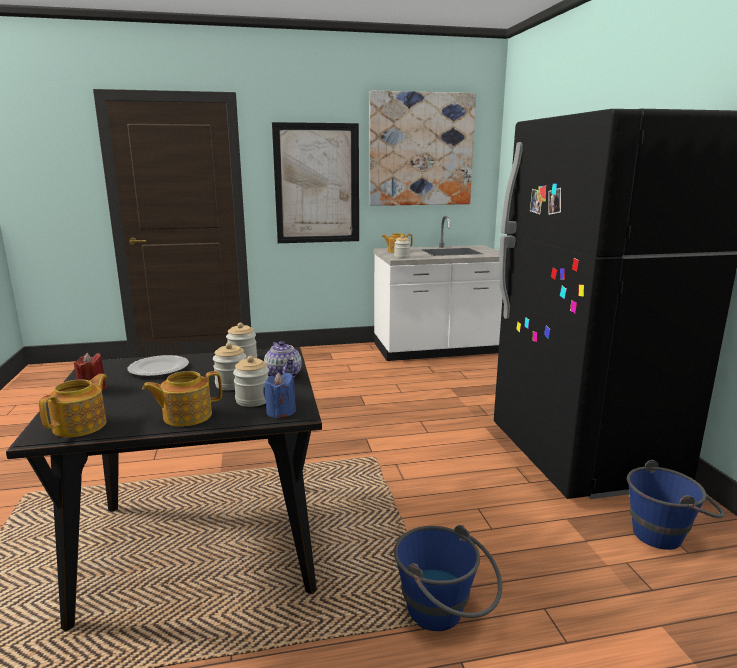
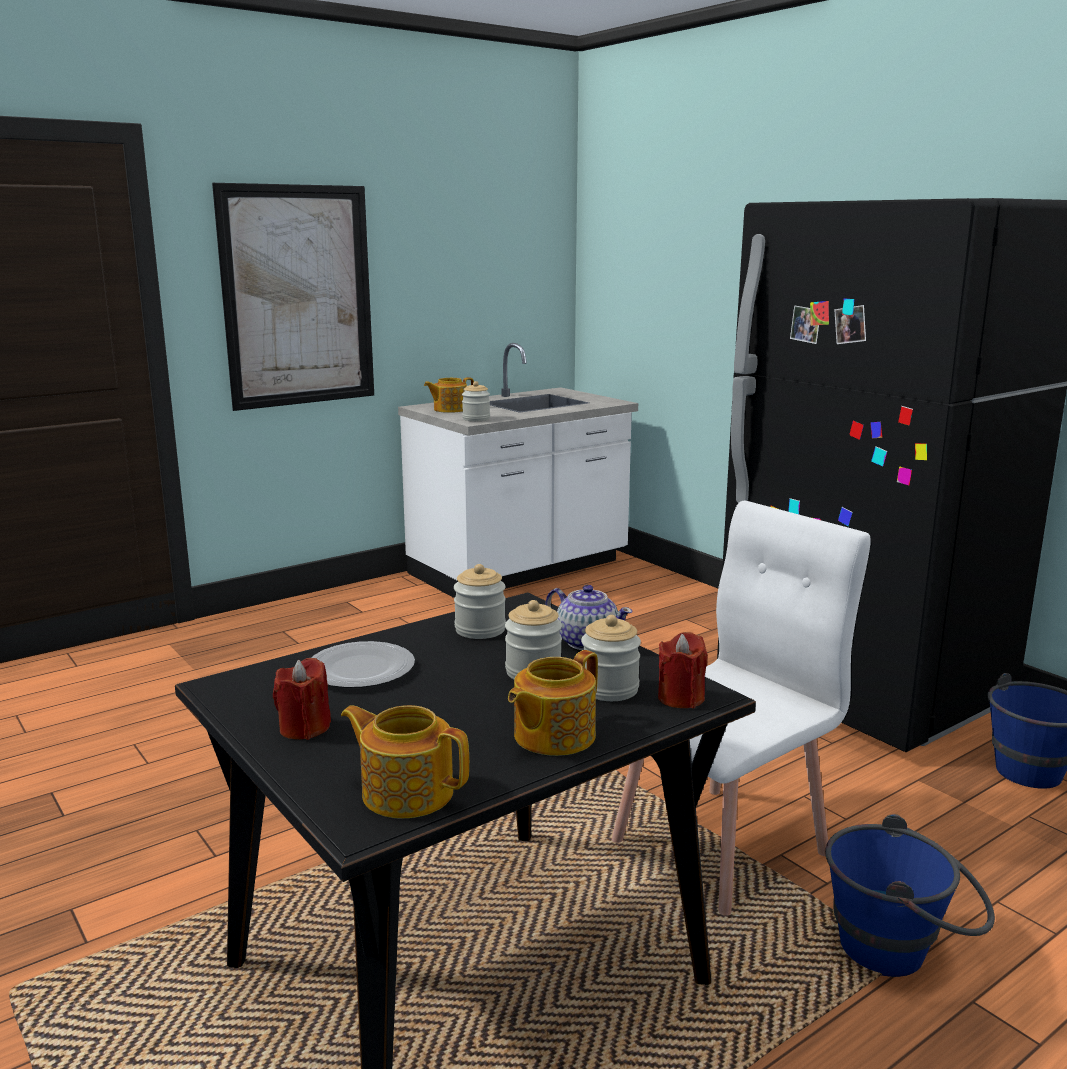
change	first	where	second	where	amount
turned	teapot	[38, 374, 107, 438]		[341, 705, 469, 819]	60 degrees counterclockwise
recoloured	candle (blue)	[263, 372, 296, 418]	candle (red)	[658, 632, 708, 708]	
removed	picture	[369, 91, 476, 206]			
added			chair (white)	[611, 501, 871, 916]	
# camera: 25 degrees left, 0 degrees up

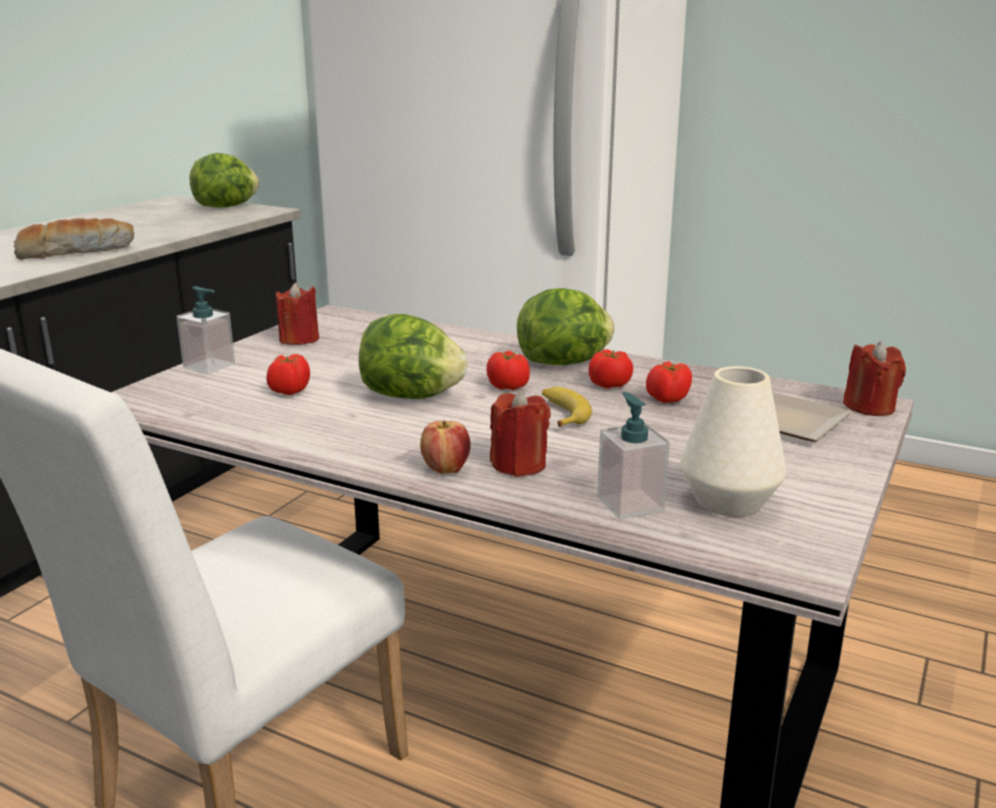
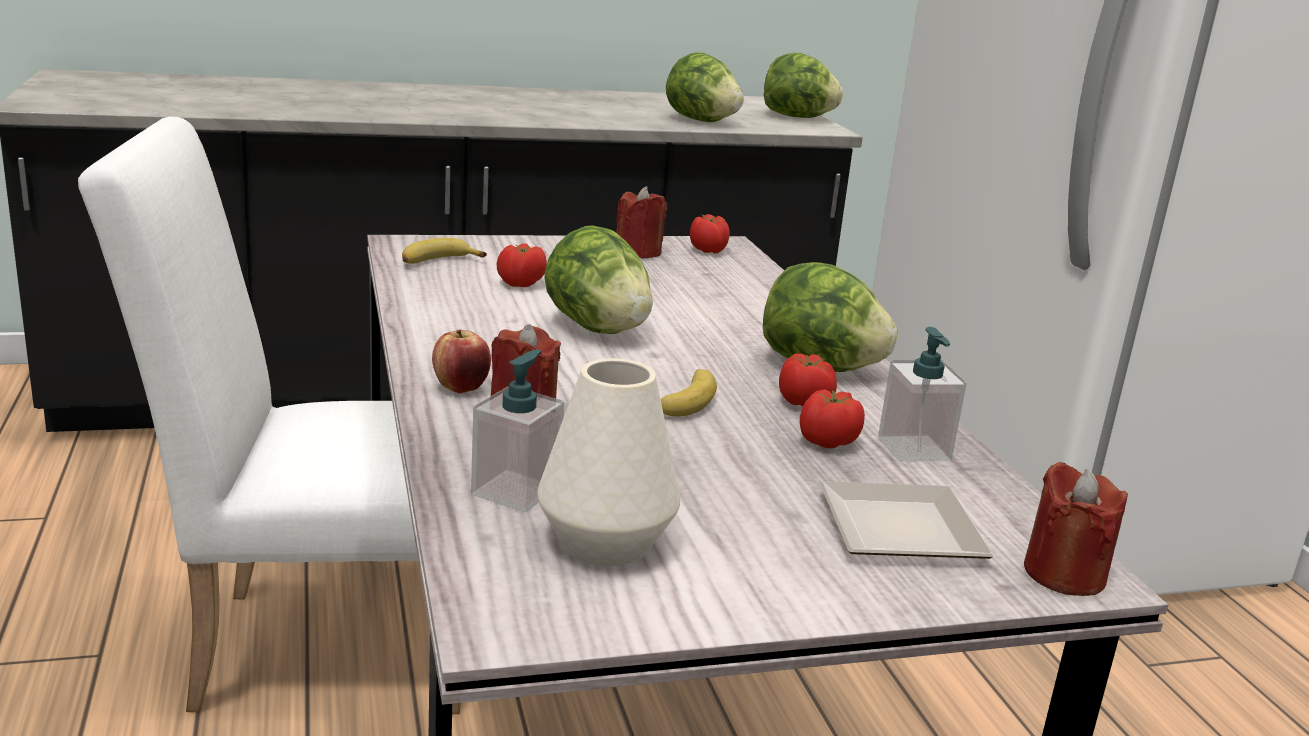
change	first	where	second	where	amount
removed	bread	[14, 218, 134, 260]			
moved	soap dispenser	[176, 286, 235, 374]		[878, 327, 967, 461]	
moved	tomato	[486, 351, 530, 390]		[690, 214, 730, 253]	
added			banana	[402, 238, 487, 264]	
added			lettuce	[666, 52, 744, 122]	
# camera: 45 degrees right, 0 degrees up

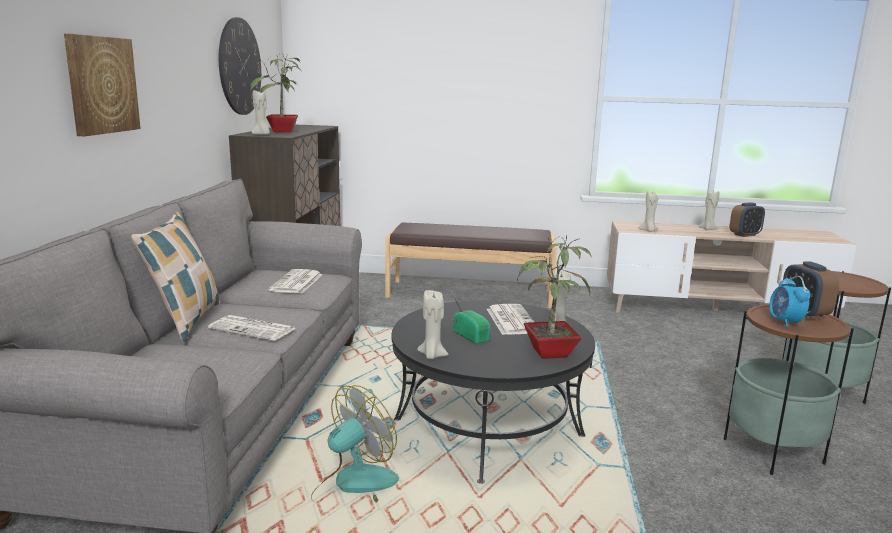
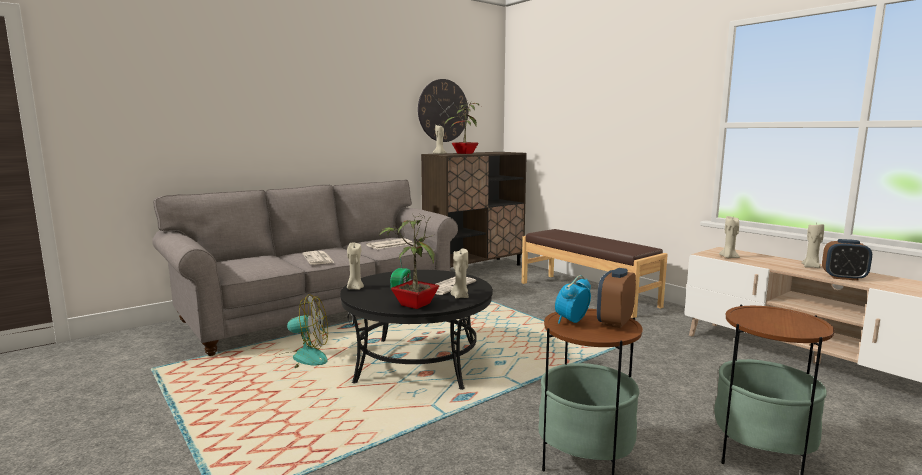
change	first	where	second	where	amount
removed	picture	[64, 34, 141, 136]			
removed	pillow	[131, 212, 220, 341]			
# camera: 45 degrees right, 5 degrees down

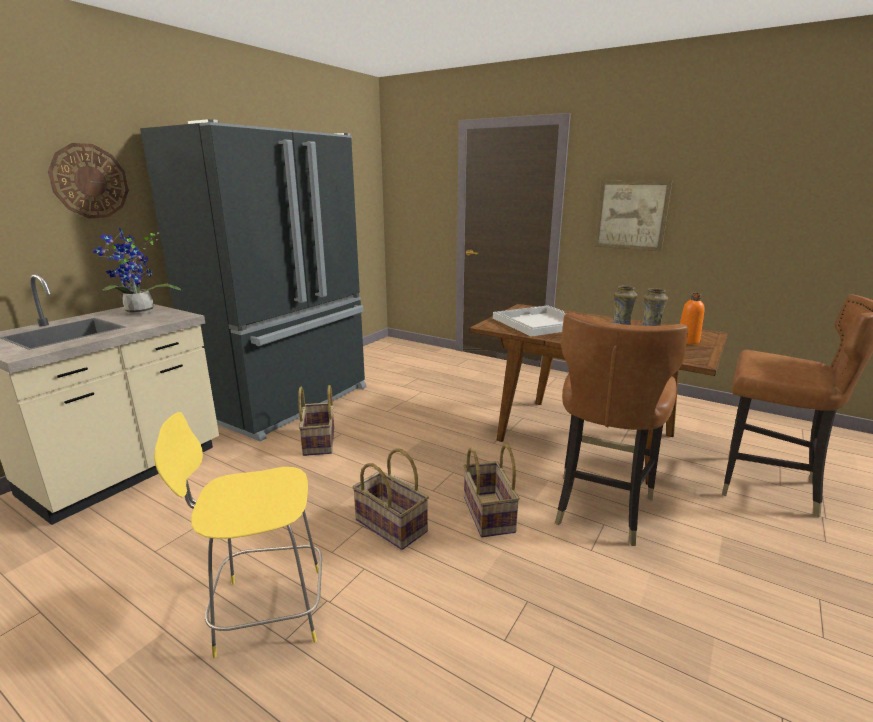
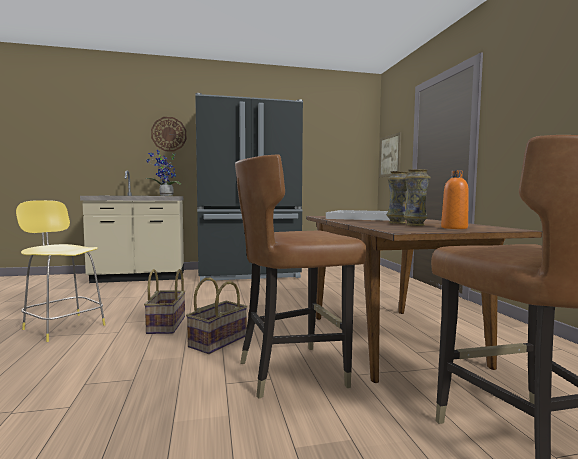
change	first	where	second	where	amount
removed	basket	[298, 385, 334, 456]			
moved	picture	[594, 180, 672, 252]		[379, 132, 401, 177]	
# camera: 45 degrees right, 15 degrees down

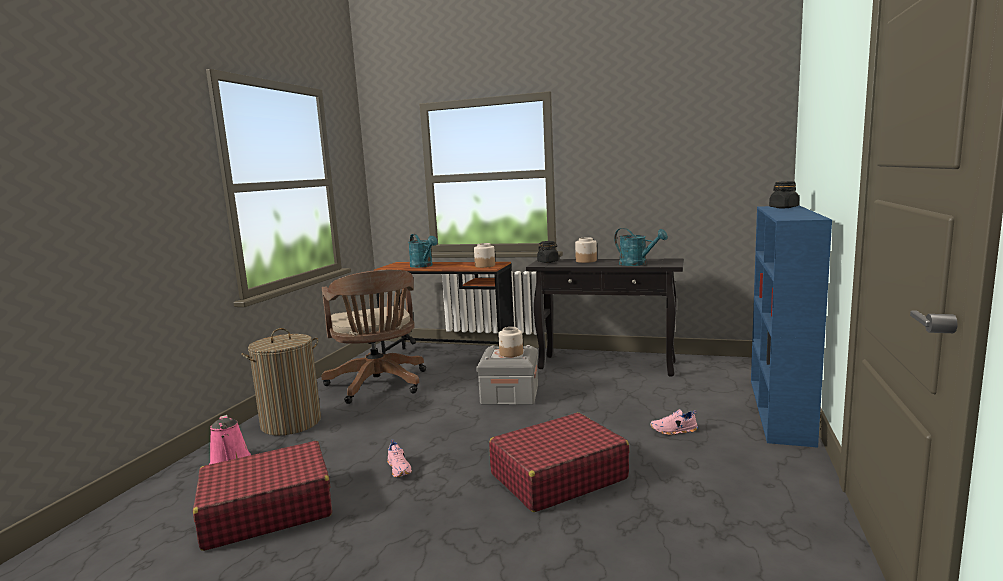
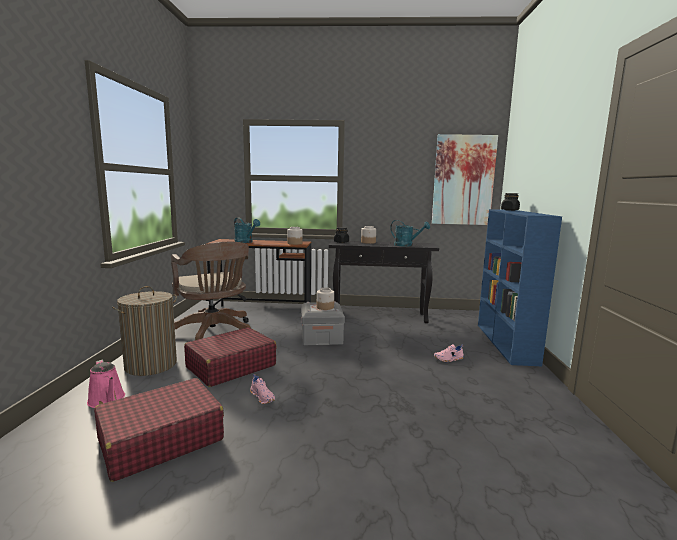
change	first	where	second	where	amount
moved	suitcase (red)	[489, 413, 630, 512]		[184, 327, 277, 387]	
added			picture	[432, 134, 498, 225]	
# camera: 15 degrees left, 0 degrees up

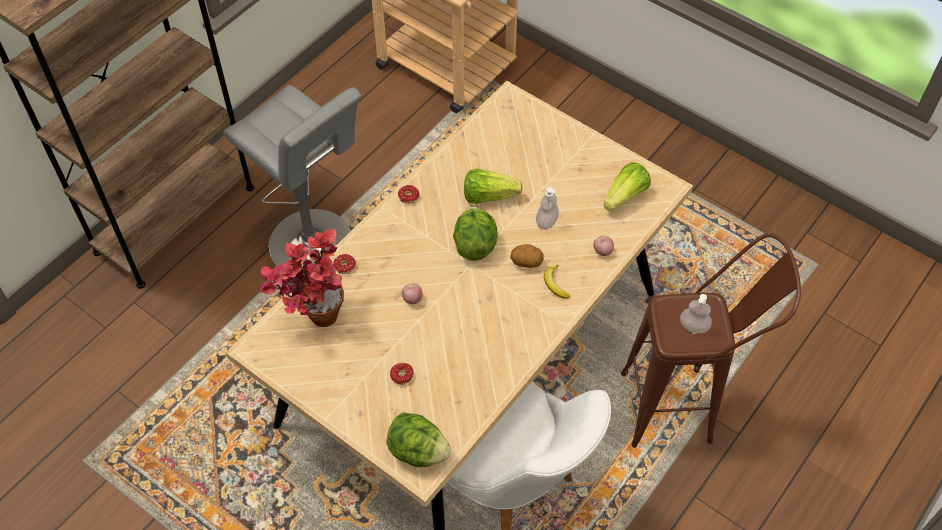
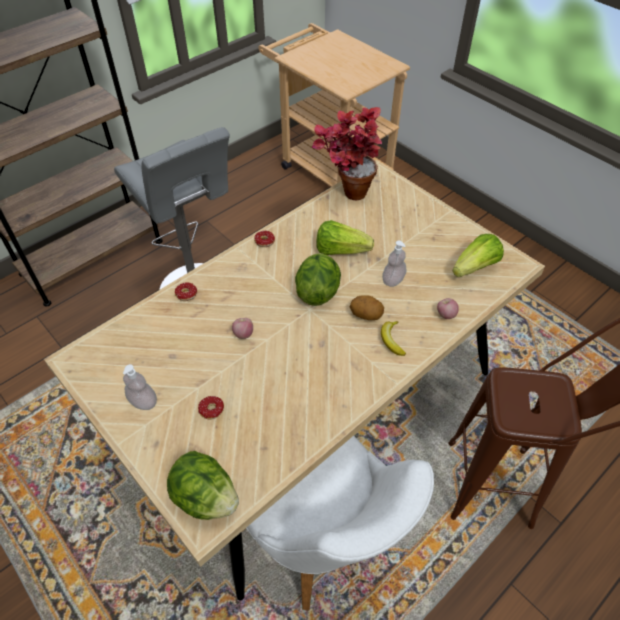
change	first	where	second	where	amount
moved	potted plant	[260, 229, 344, 327]		[311, 107, 382, 200]	
moved	soap dispenser	[680, 294, 712, 333]		[123, 364, 157, 410]	
# camera: 10 degrees right, 5 degrees down

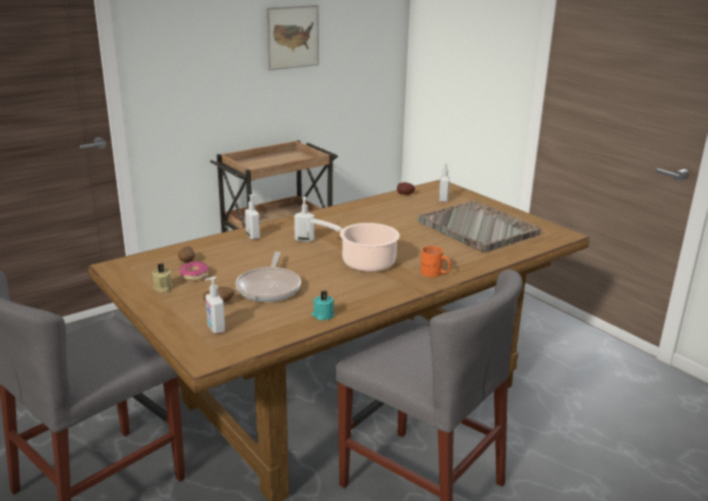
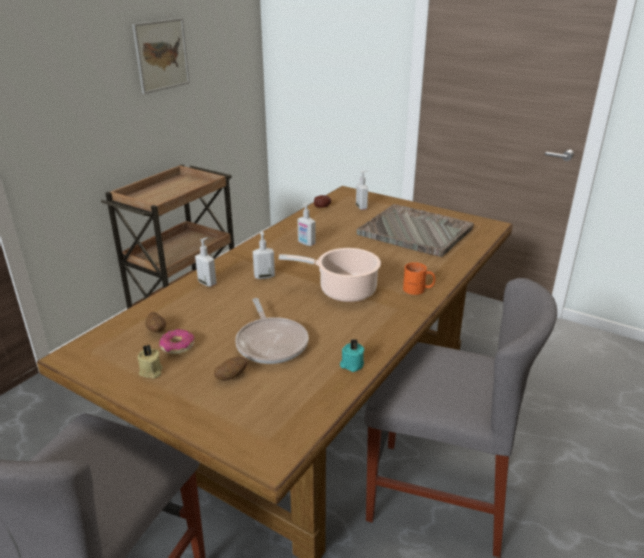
change	first	where	second	where	amount
moved	soap dispenser	[205, 276, 225, 334]		[298, 203, 316, 246]	
# camera: 20 degrees left, 5 degrees up

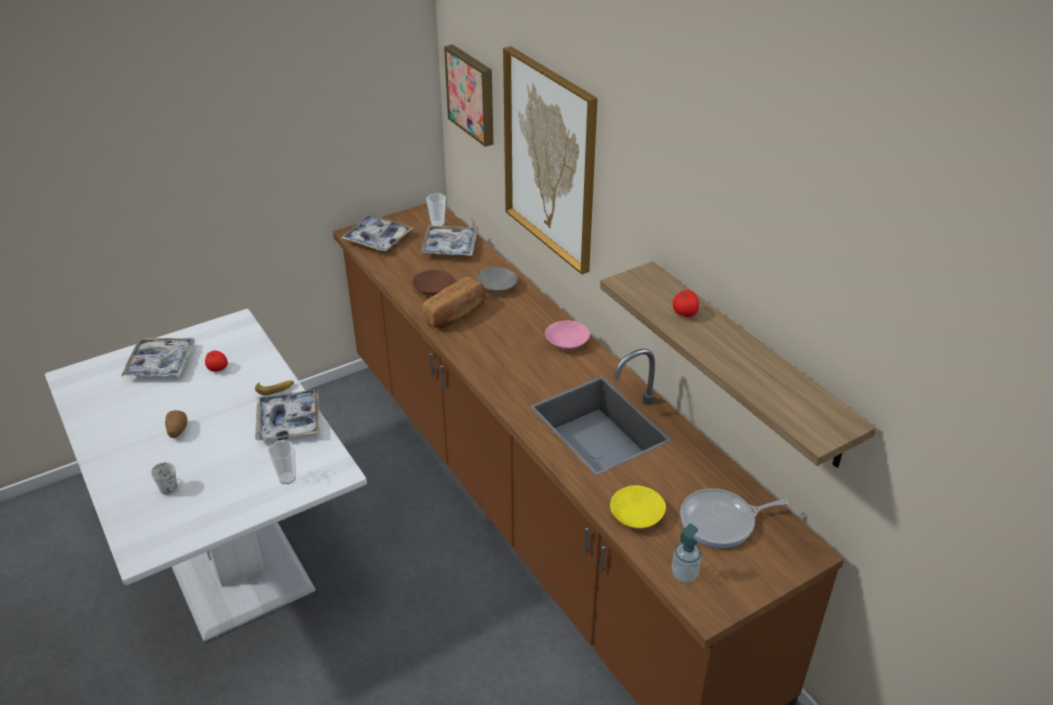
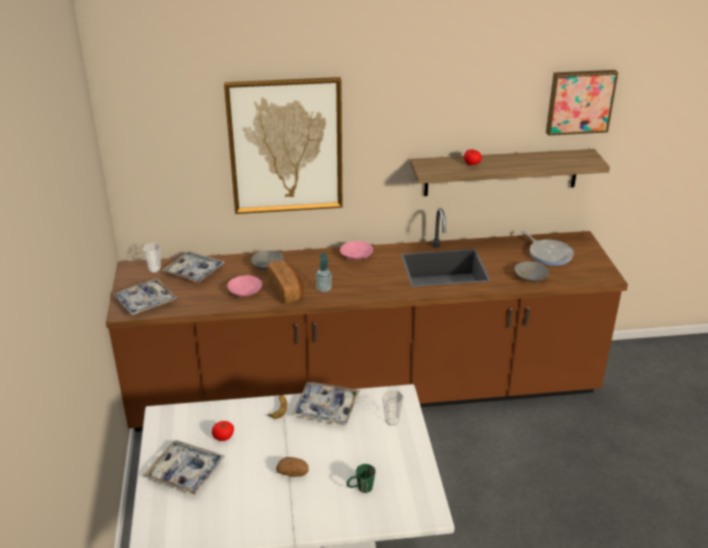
change	first	where	second	where	amount
recoloured	mug (white)	[151, 462, 177, 495]	mug (green)	[346, 464, 376, 493]	
recoloured	bowl (brown)	[413, 270, 455, 296]	bowl (pink)	[227, 275, 262, 297]	
moved	picture	[444, 44, 494, 147]		[546, 70, 618, 136]	
recoloured	bowl (yellow)	[610, 485, 666, 529]	bowl (grey)	[514, 261, 549, 283]	
moved	soap dispenser	[672, 523, 701, 583]		[316, 253, 332, 292]	
turned	frying pan	[680, 489, 788, 548]		[521, 230, 574, 266]	45 degrees counterclockwise
# camera: 65 degrees left, 5 degrees down

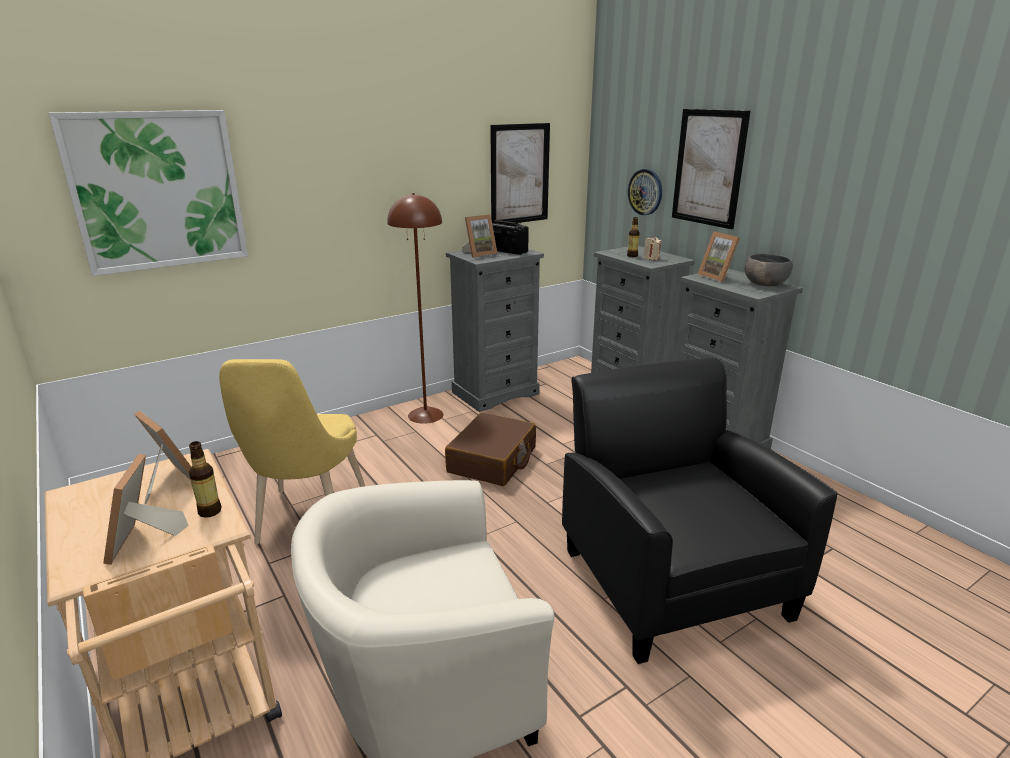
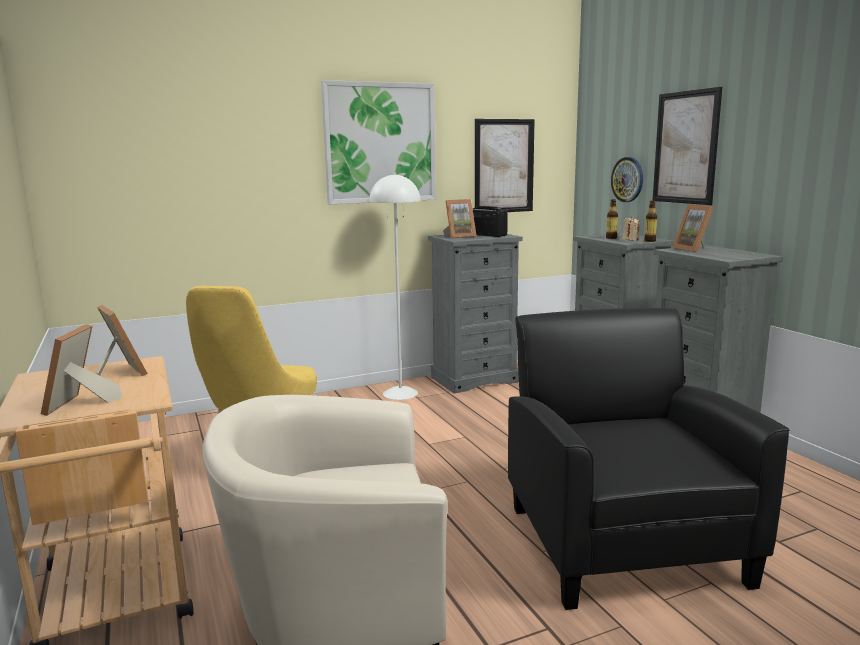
change	first	where	second	where	amount
moved	picture	[49, 110, 248, 276]		[321, 80, 436, 205]	
moved	bottle	[189, 441, 222, 518]		[644, 200, 657, 242]	
recoloured	floor lamp (brown)	[387, 193, 443, 424]	floor lamp (white)	[369, 173, 421, 400]	
removed	suitcase (brown)	[445, 413, 536, 486]			
removed	bowl (grey)	[745, 254, 793, 286]			
# camera: 10 degrees right, 10 degrees down

